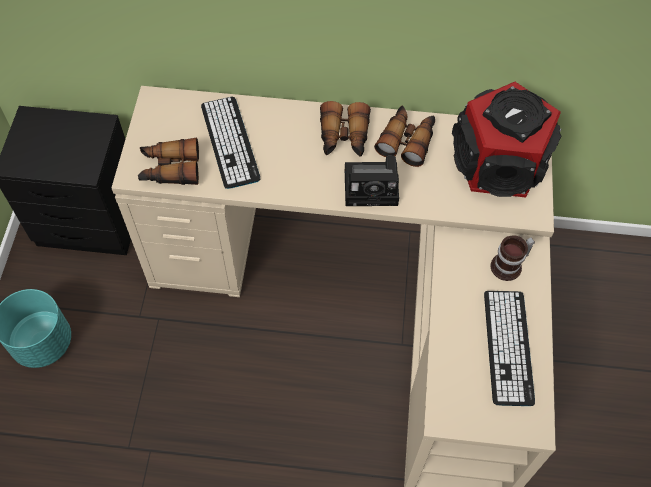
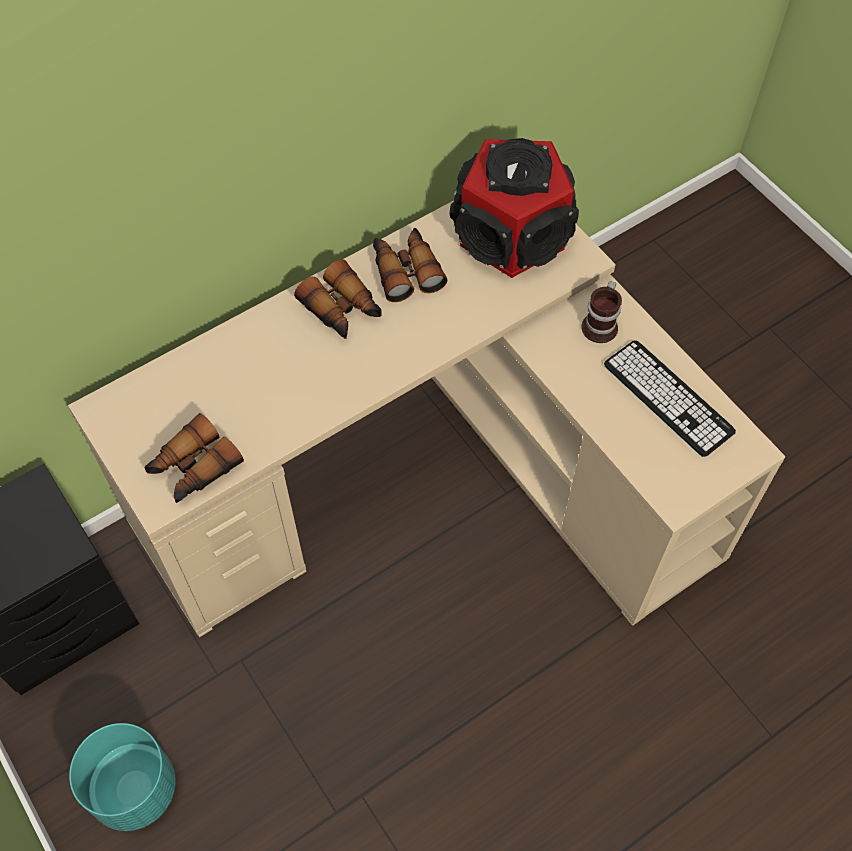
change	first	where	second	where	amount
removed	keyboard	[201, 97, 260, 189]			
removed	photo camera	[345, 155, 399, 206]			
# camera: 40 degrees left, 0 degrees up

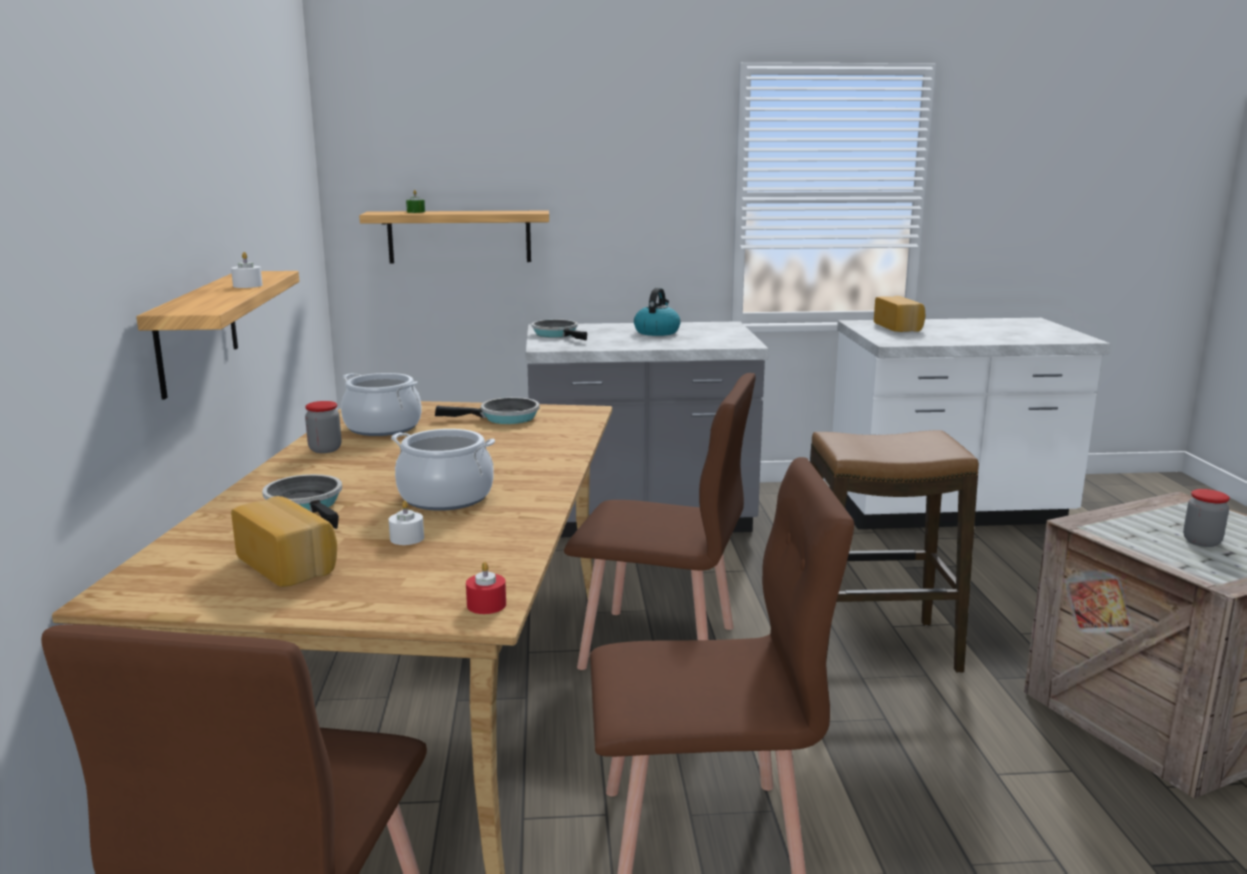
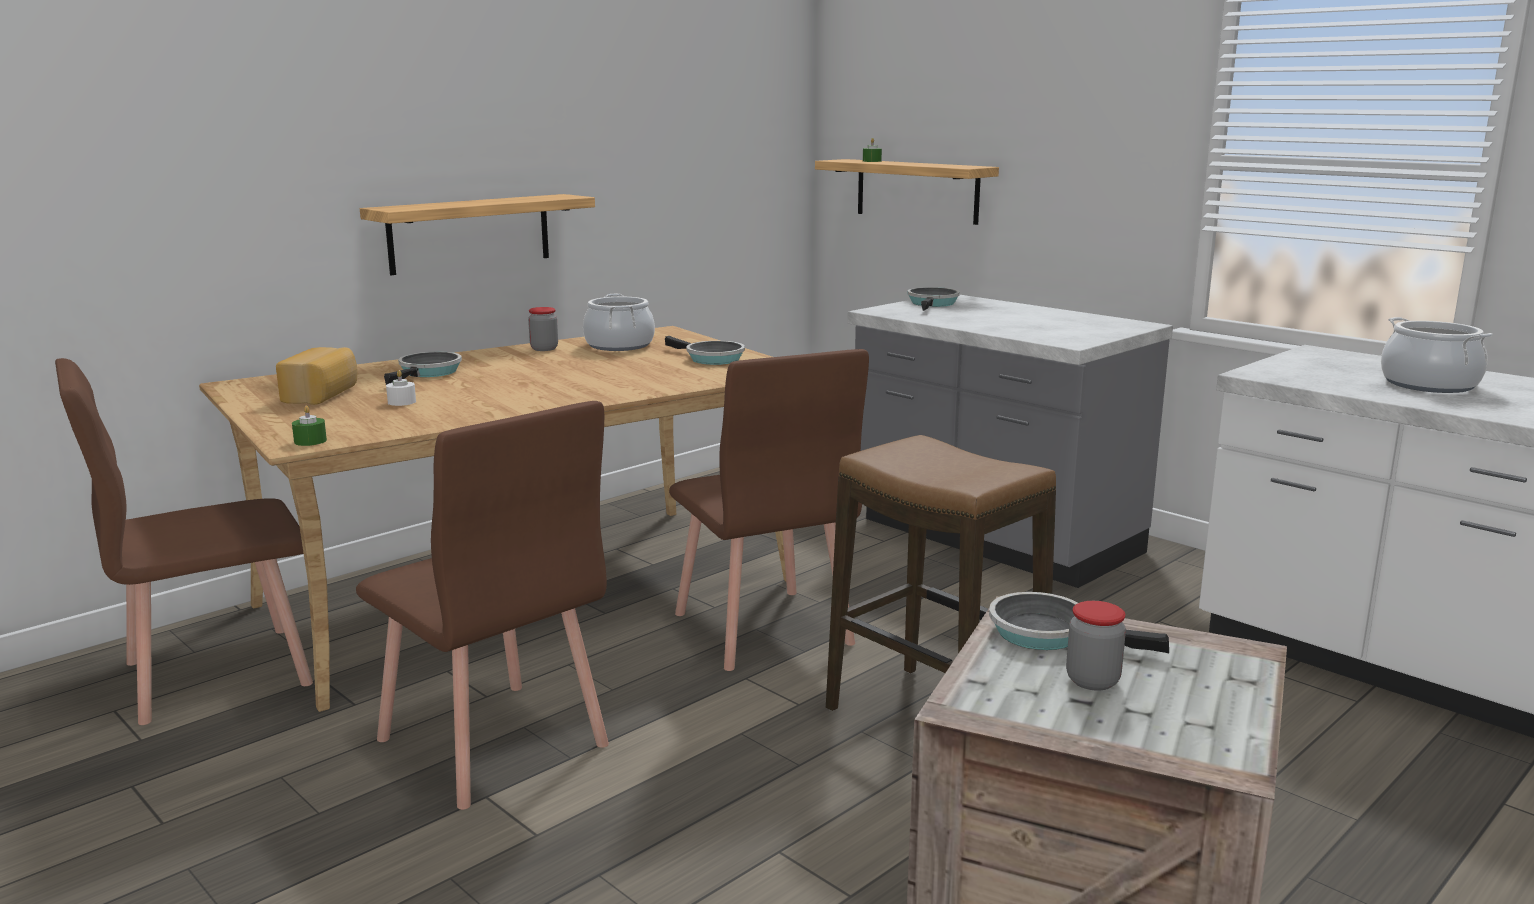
change	first	where	second	where	amount
removed	candle (white)	[231, 252, 263, 288]			
moved	cooking pot	[391, 429, 495, 511]		[1381, 317, 1493, 393]	
recoloured	candle (red)	[466, 562, 506, 614]	candle (green)	[292, 405, 327, 446]	
removed	kettle	[634, 288, 681, 336]			
removed	bread	[874, 296, 925, 332]			
added			frying pan	[989, 592, 1169, 653]	
# camera: 50 degrees right, 0 degrees up

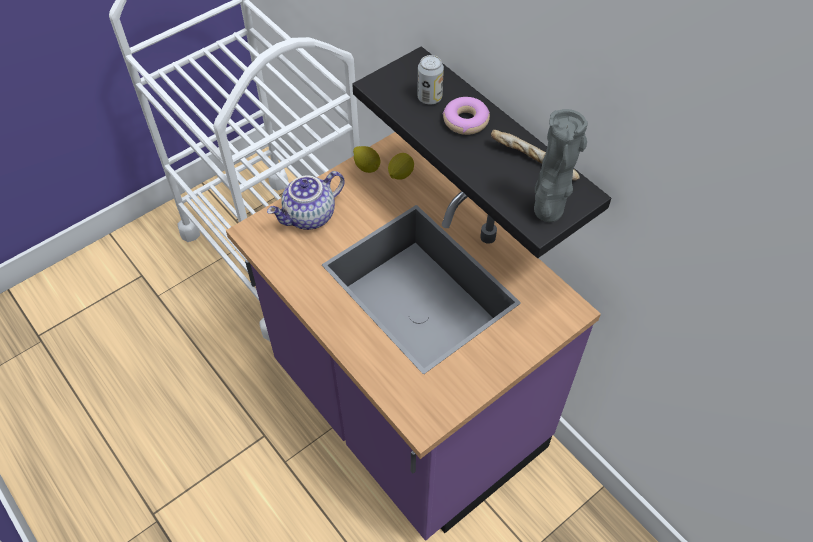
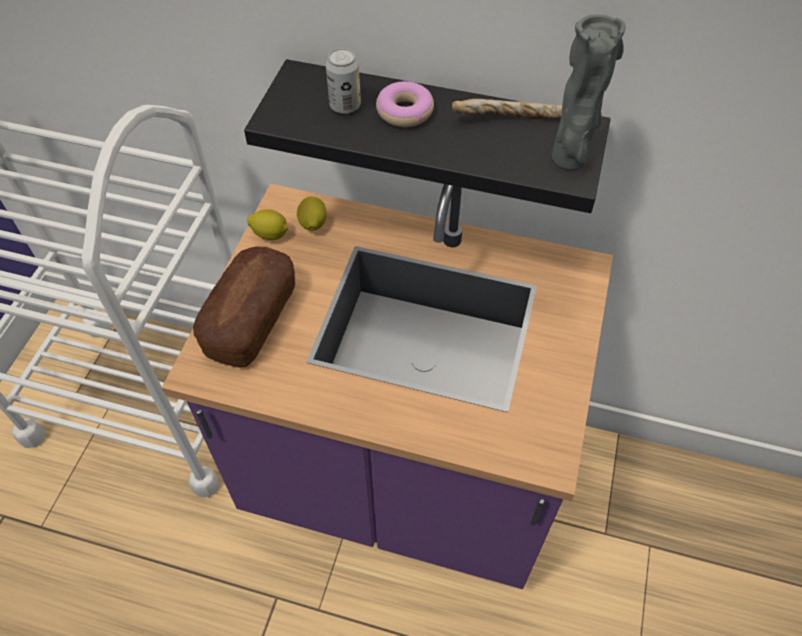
change	first	where	second	where	amount
replaced	teapot	[267, 171, 345, 230]	bread	[193, 247, 295, 368]	
# camera: 35 degrees left, 0 degrees up

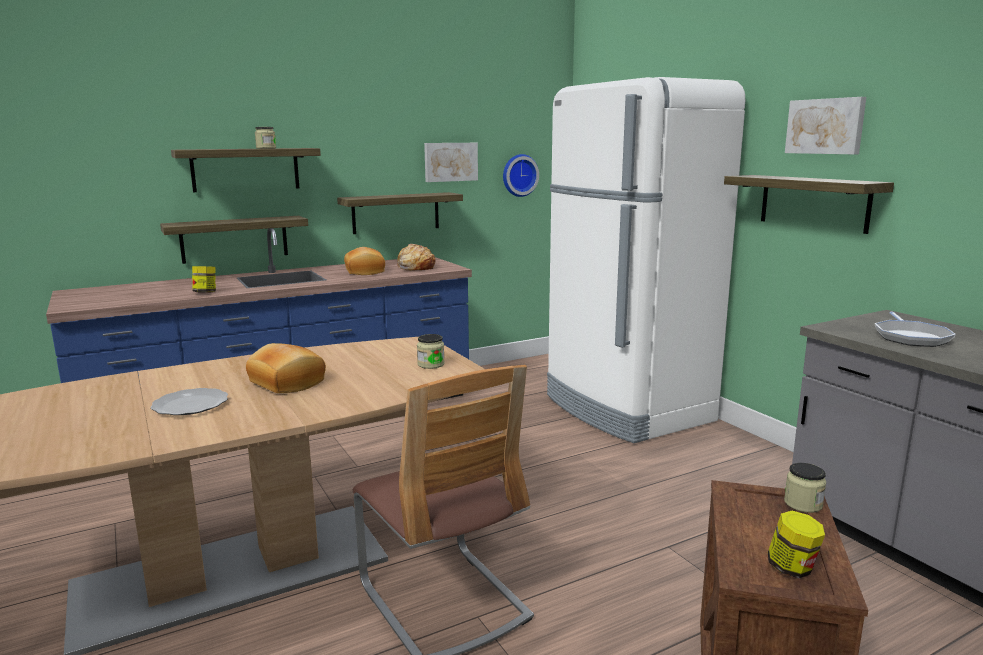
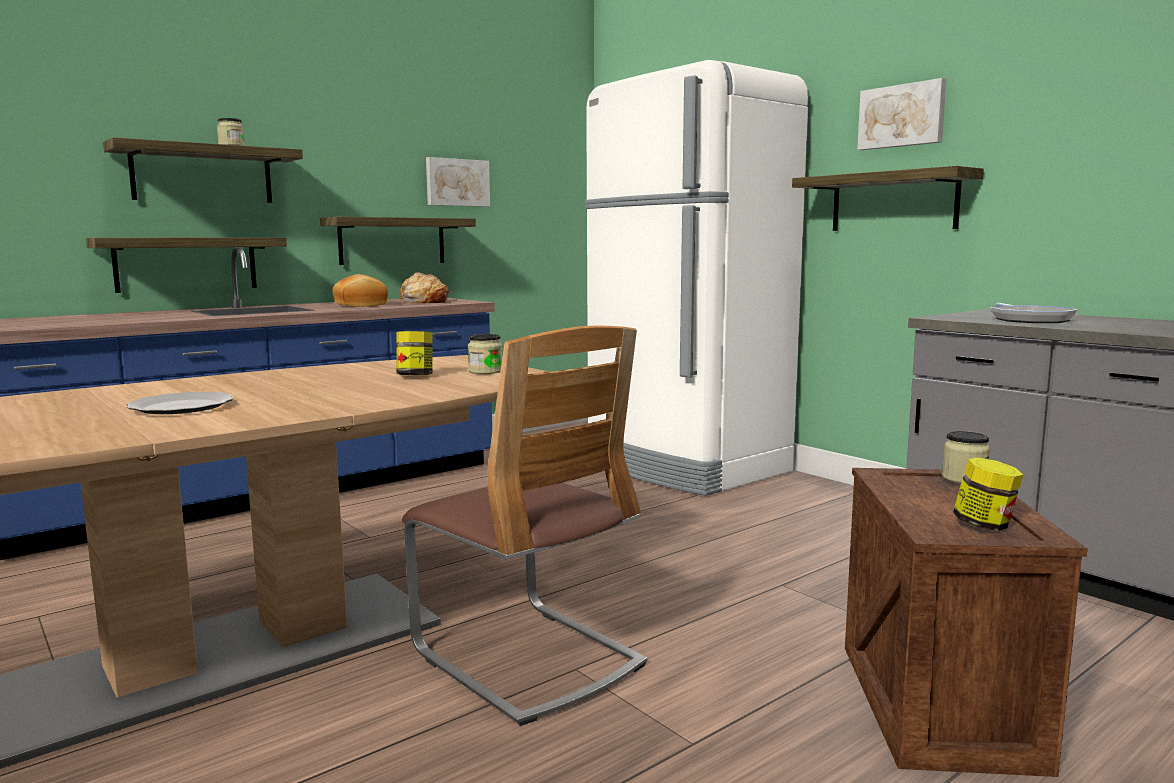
change	first	where	second	where	amount
moved	jar	[192, 266, 216, 293]		[396, 331, 432, 375]	
removed	bread	[246, 343, 326, 393]			
removed	wall clock	[503, 154, 539, 197]			
# camera: 10 degrees left, 5 degrees down

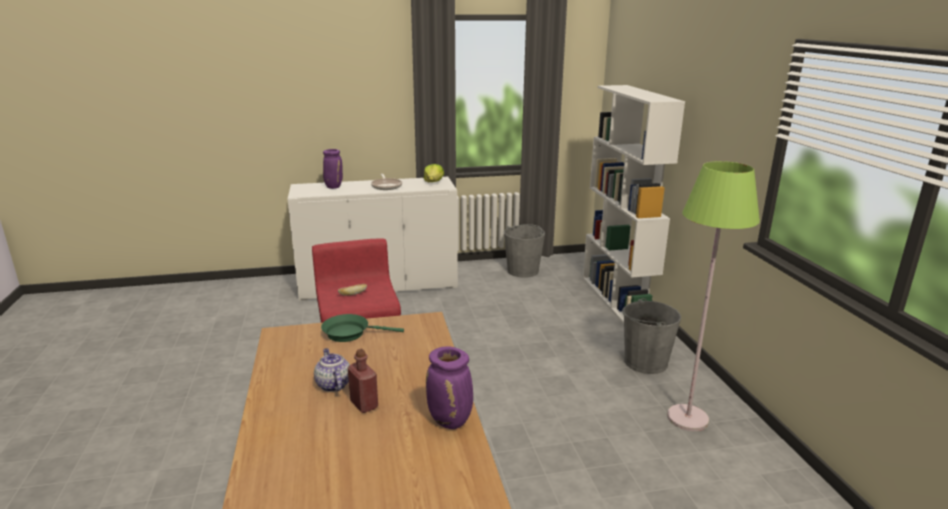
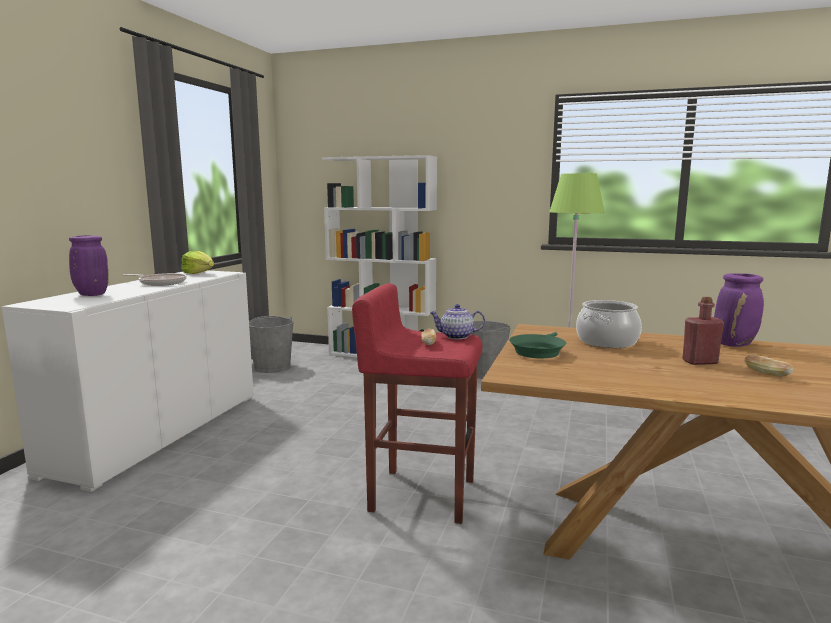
change	first	where	second	where	amount
moved	teapot	[314, 348, 350, 392]		[430, 304, 485, 339]	
added			cooking pot	[576, 300, 642, 348]	
added			bread	[744, 355, 793, 376]	
# camera: 60 degrees left, 10 degrees down

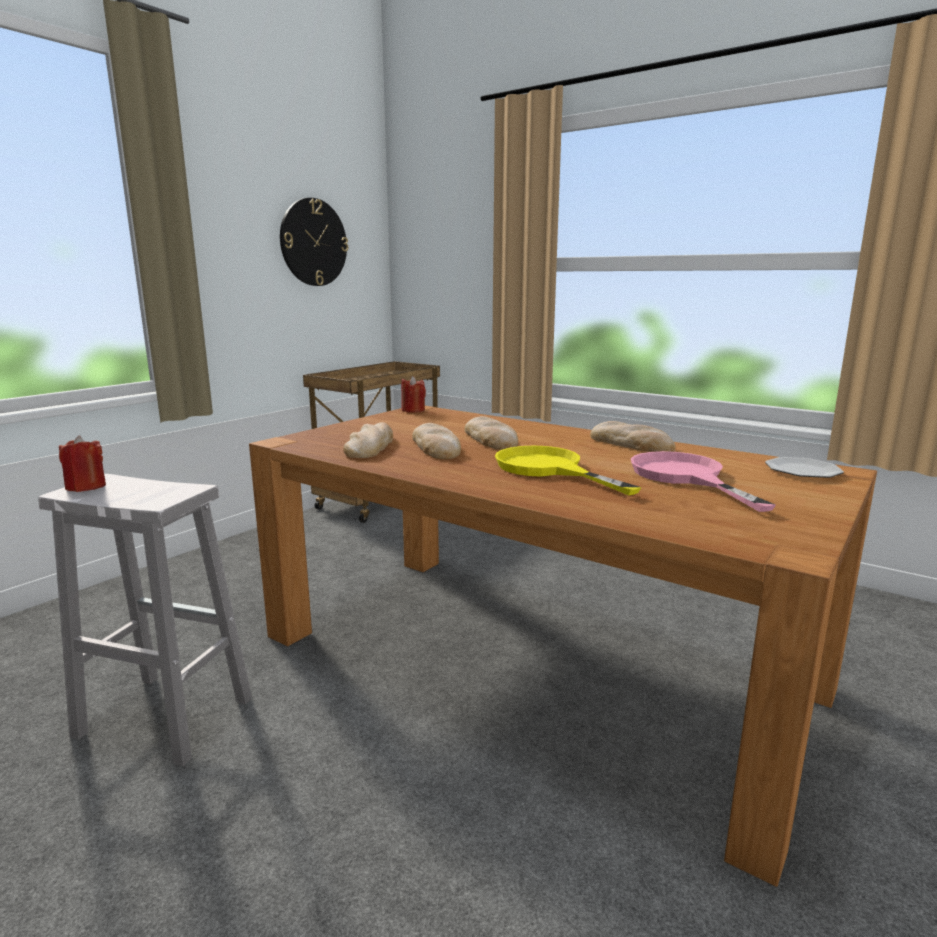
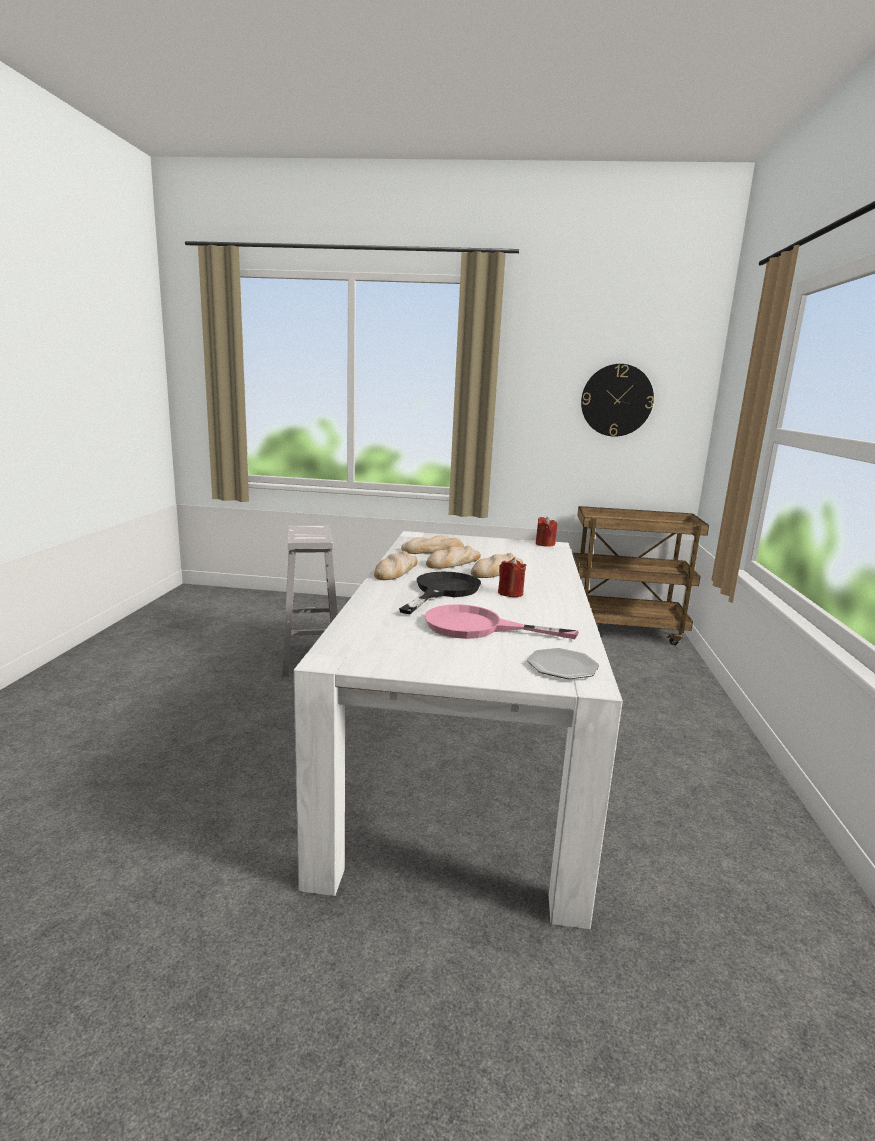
change	first	where	second	where	amount
moved	candle (red)	[59, 435, 106, 492]		[498, 558, 526, 597]	
recoloured	dining table (brown)	[249, 406, 877, 887]	dining table (white)	[294, 531, 623, 929]	
recoloured	frying pan (yellow)	[495, 446, 641, 495]	frying pan (black)	[399, 572, 481, 614]	
moved	bread	[590, 421, 676, 452]		[374, 551, 418, 580]	
turned	frying pan (pink)	[631, 451, 776, 512]		[425, 604, 579, 639]	120 degrees counterclockwise
# camera: 60 degrees right, 0 degrees up

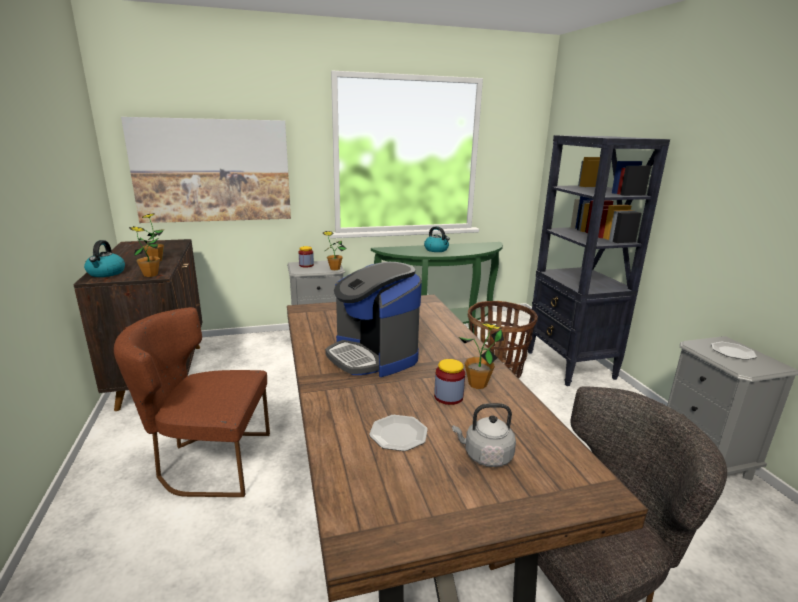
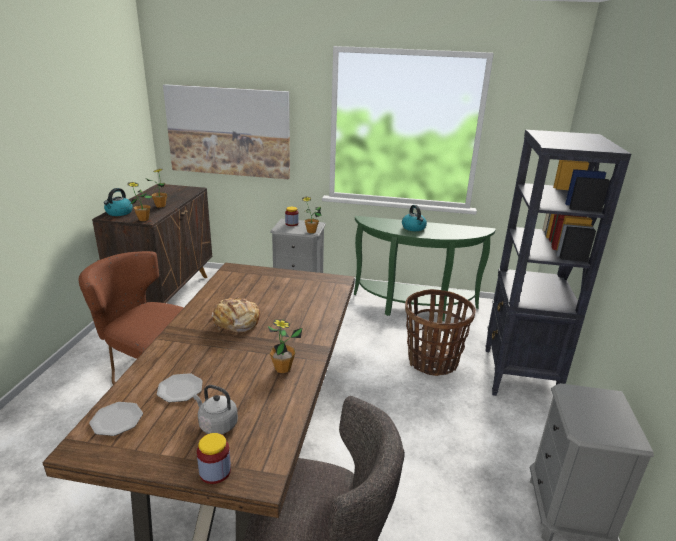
change	first	where	second	where	amount
replaced	coffee machine	[325, 262, 422, 377]	bread	[211, 297, 260, 333]	
moved	jar	[434, 359, 465, 405]		[197, 433, 231, 484]	
moved	plate	[711, 342, 757, 360]		[89, 402, 143, 436]	
# camera: 25 degrees right, 5 degrees up

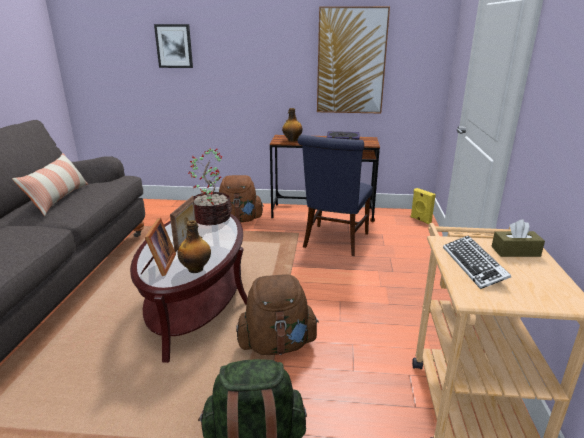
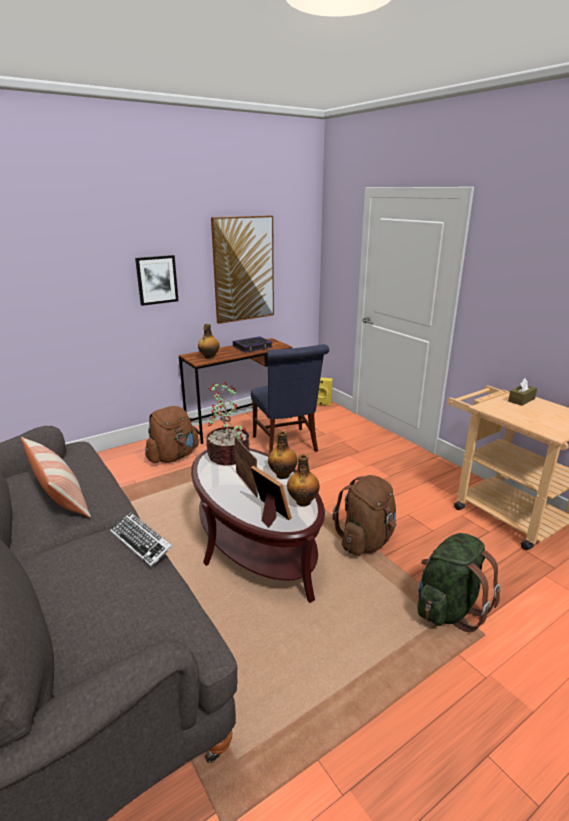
change	first	where	second	where	amount
moved	picture	[154, 24, 193, 68]		[135, 255, 178, 306]	
moved	keyboard	[443, 235, 511, 289]		[110, 512, 173, 567]	
added			bottle	[268, 431, 298, 479]	
# camera: 40 degrees left, 0 degrees up

